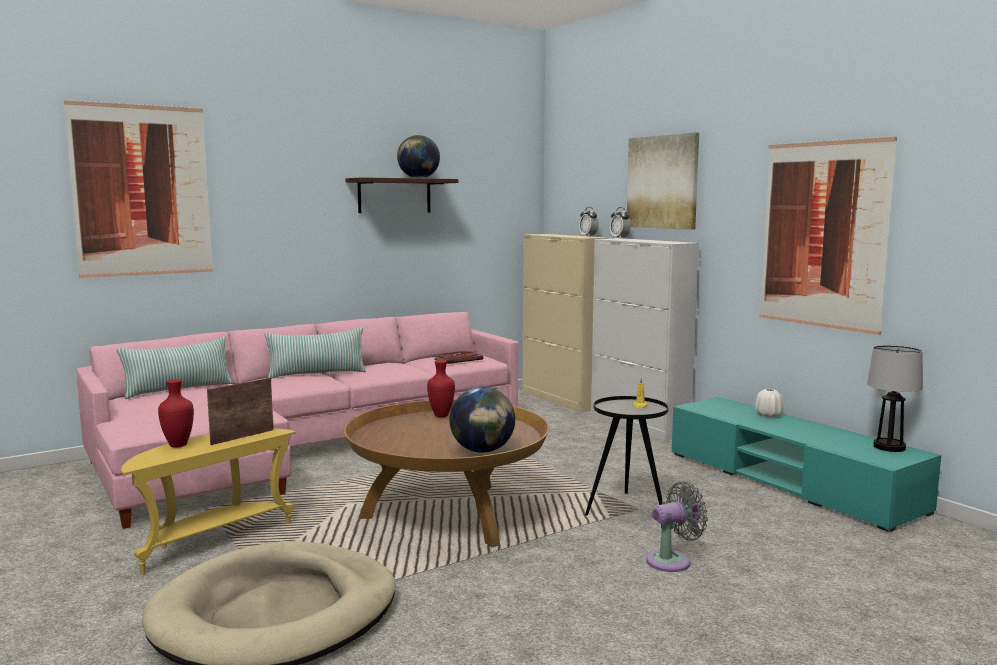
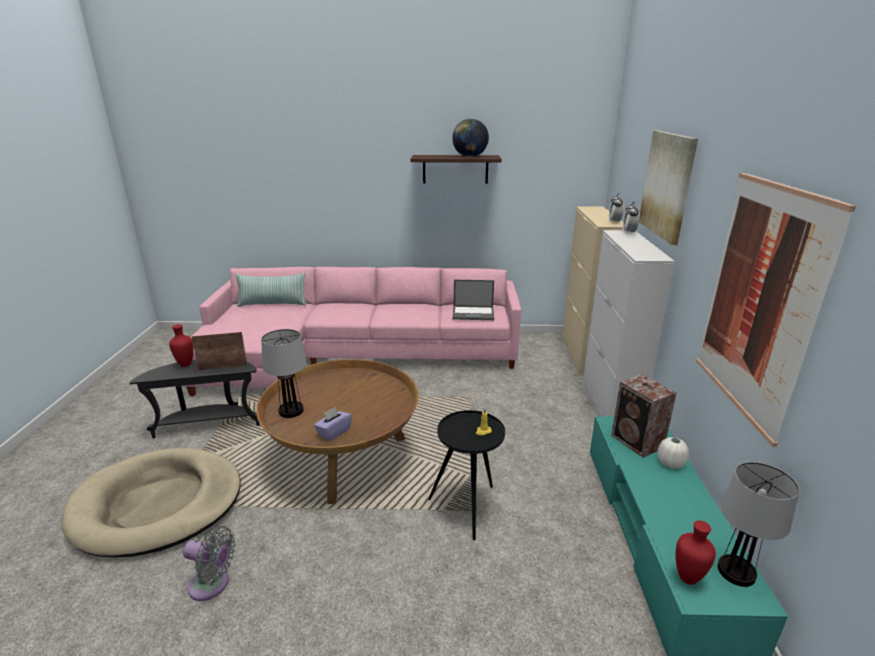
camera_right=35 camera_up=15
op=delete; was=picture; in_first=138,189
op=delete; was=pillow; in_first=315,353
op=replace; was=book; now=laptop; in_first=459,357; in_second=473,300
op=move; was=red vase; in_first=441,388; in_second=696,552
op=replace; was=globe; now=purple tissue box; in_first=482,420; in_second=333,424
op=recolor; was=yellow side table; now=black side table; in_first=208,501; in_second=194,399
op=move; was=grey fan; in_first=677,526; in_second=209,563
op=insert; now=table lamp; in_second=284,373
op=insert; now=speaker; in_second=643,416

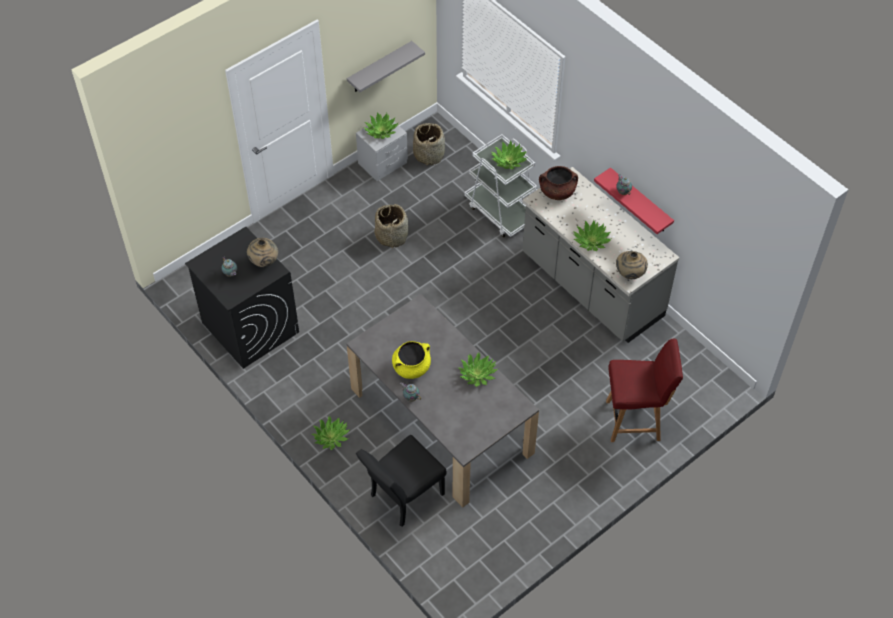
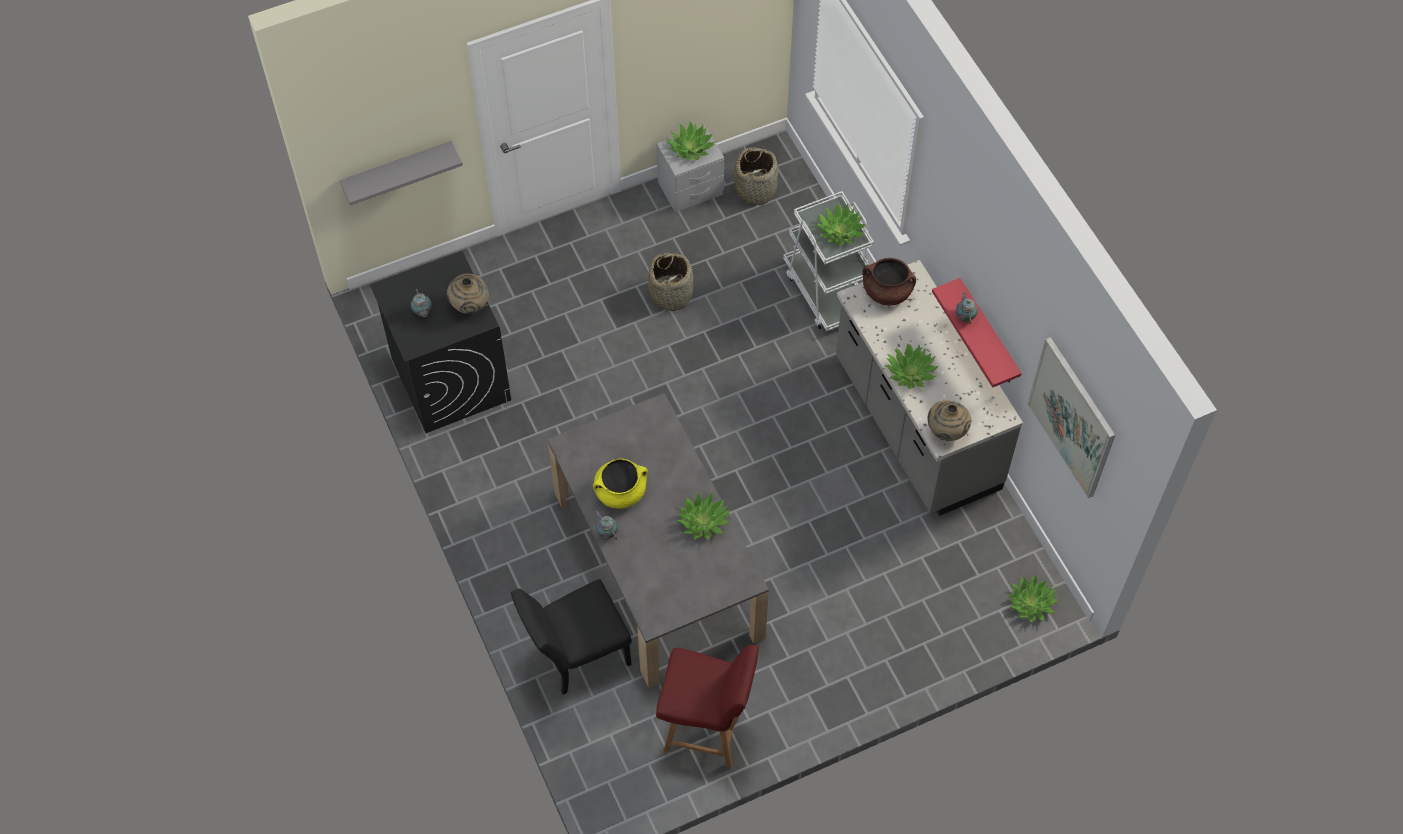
camera_right=15 camera_up=5
op=move; was=grey shelf; in_first=386,66; in_second=401,173
op=move; was=red chair; in_first=644,390; in_second=707,706
op=move; was=potted plant; in_first=330,433; in_second=1033,599
op=insert; now=picture; in_second=1071,417

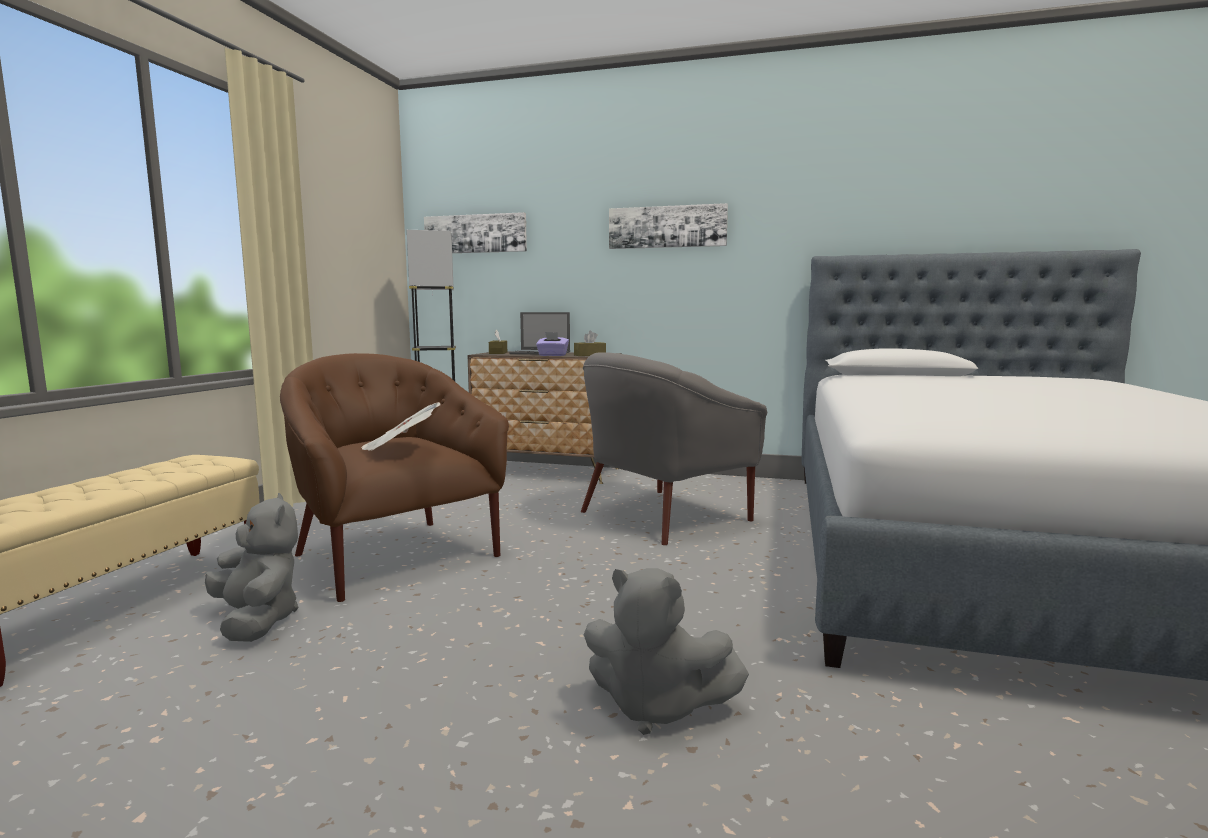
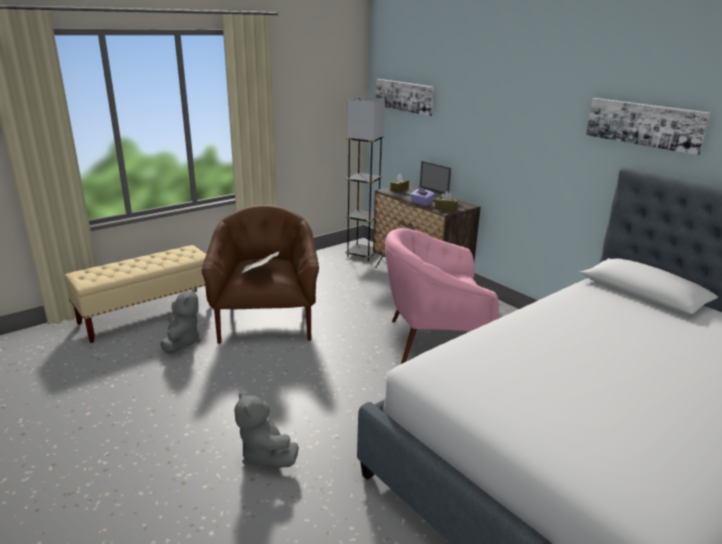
camera_right=35 camera_up=15
op=move; was=picture; in_first=668,226; in_second=648,126
op=recolor; was=grey armchair; now=pink armchair; in_first=674,448; in_second=442,296

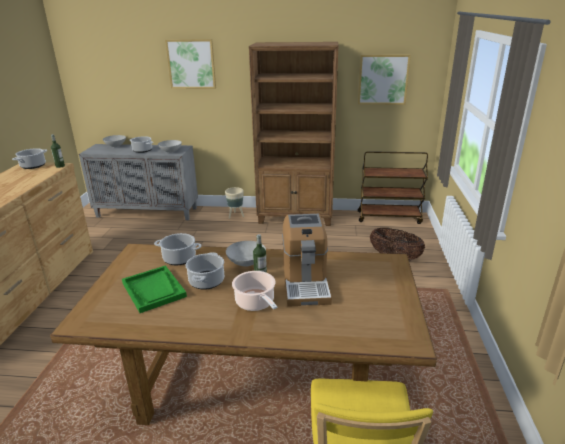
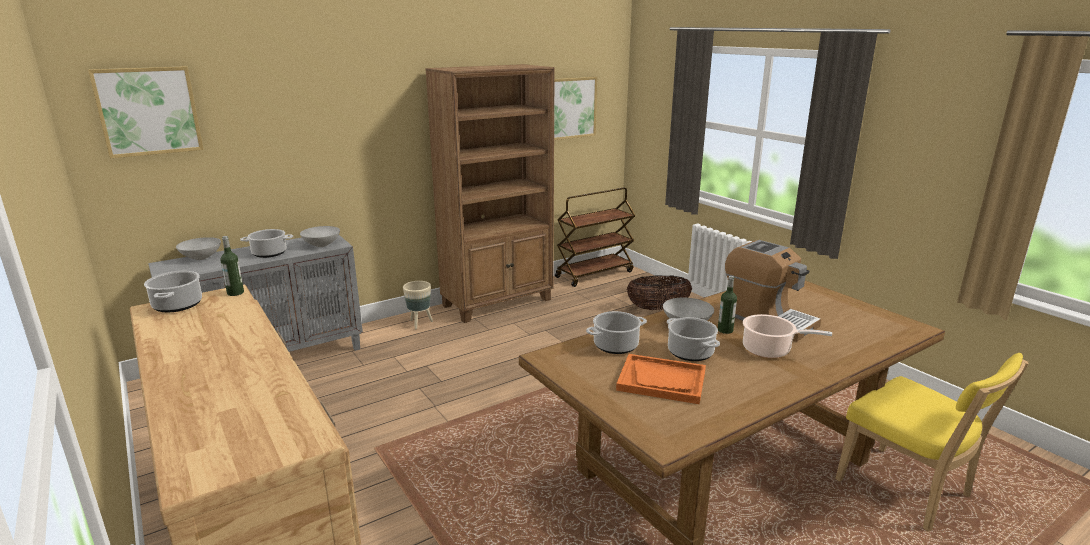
camera_right=-40 camera_up=-5
op=move; was=picture; in_first=190,64; in_second=145,112
op=recolor; was=green tray; now=orange tray; in_first=154,289; in_second=661,379

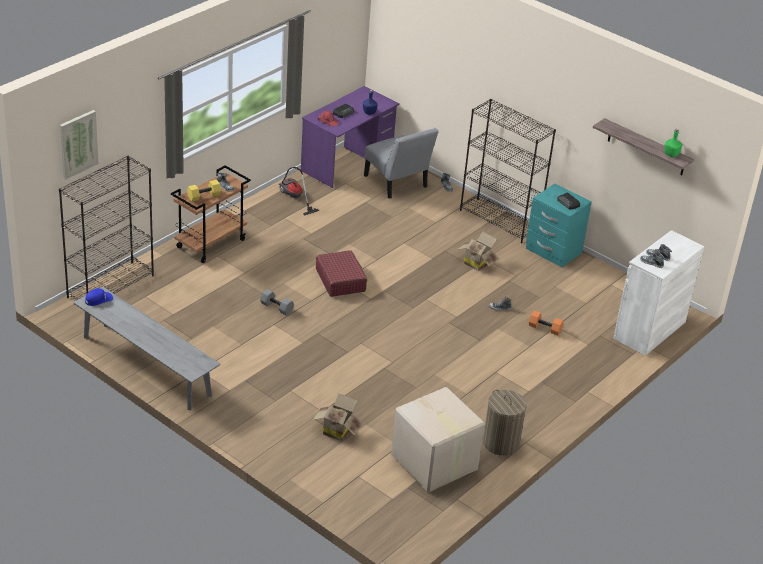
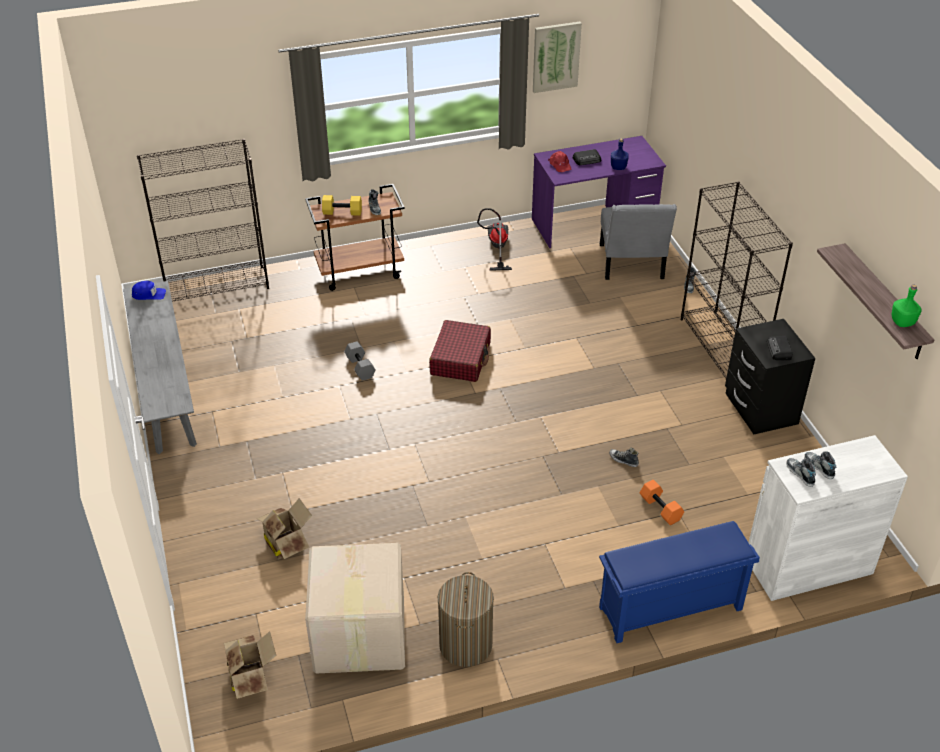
camera_right=35 camera_up=5
op=move; was=picture; in_first=79,144; in_second=557,57
op=recolor; was=turquoise nightstand; now=black nightstand; in_first=559,225; in_second=770,376
op=move; was=cardboard box; in_first=478,251; in_second=250,665
op=insert; now=blue shoe rack; in_second=679,582

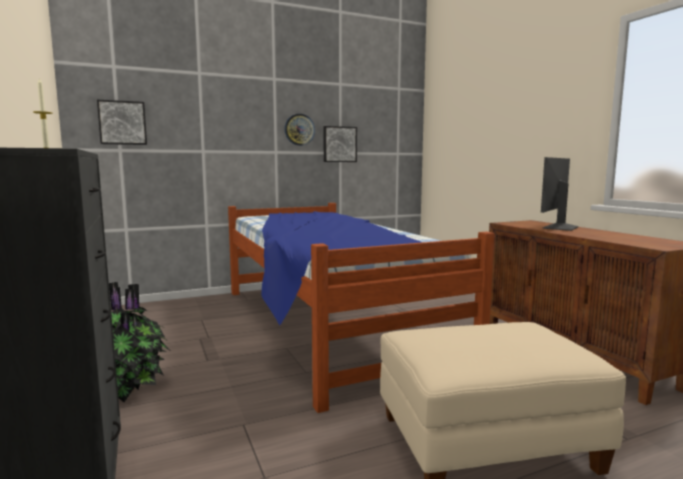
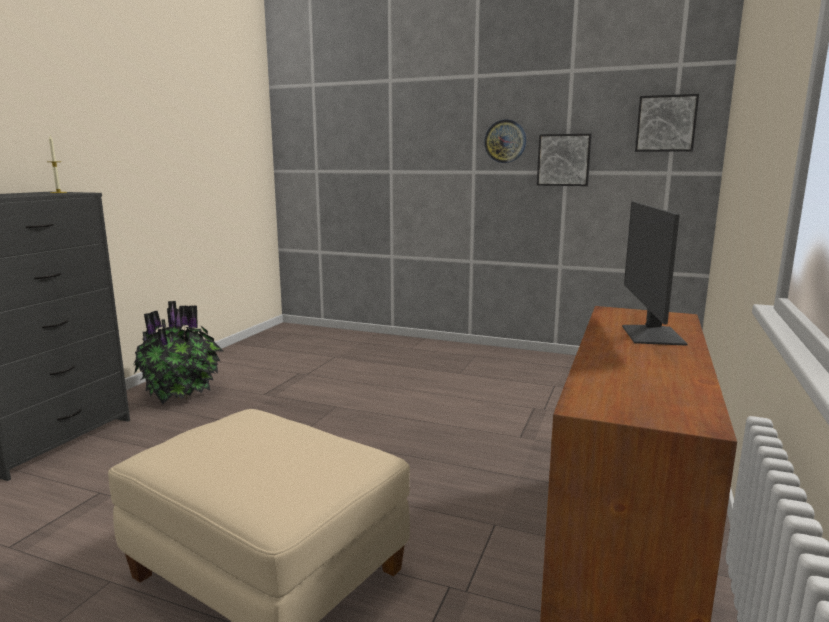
camera_right=45 camera_up=5
op=move; was=picture; in_first=122,122; in_second=667,123
op=rotate; was=monitor; in_first=560,194; in_second=654,273; clockwise=-75
op=delete; was=bed; in_first=361,308

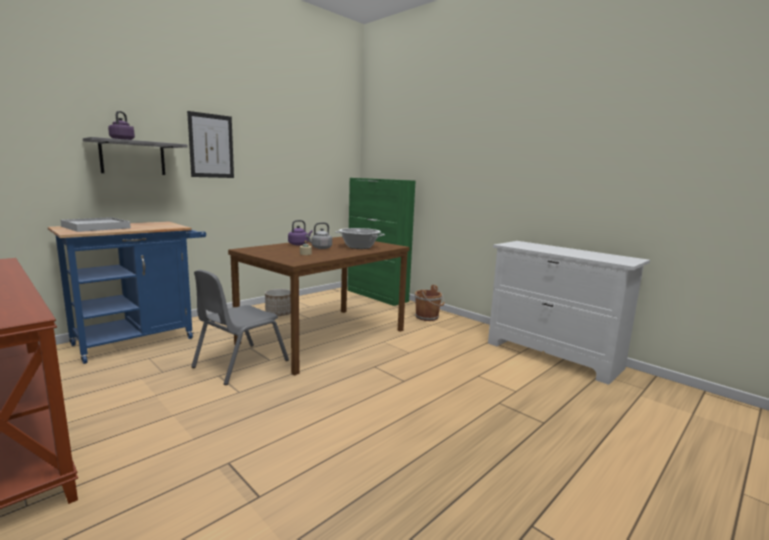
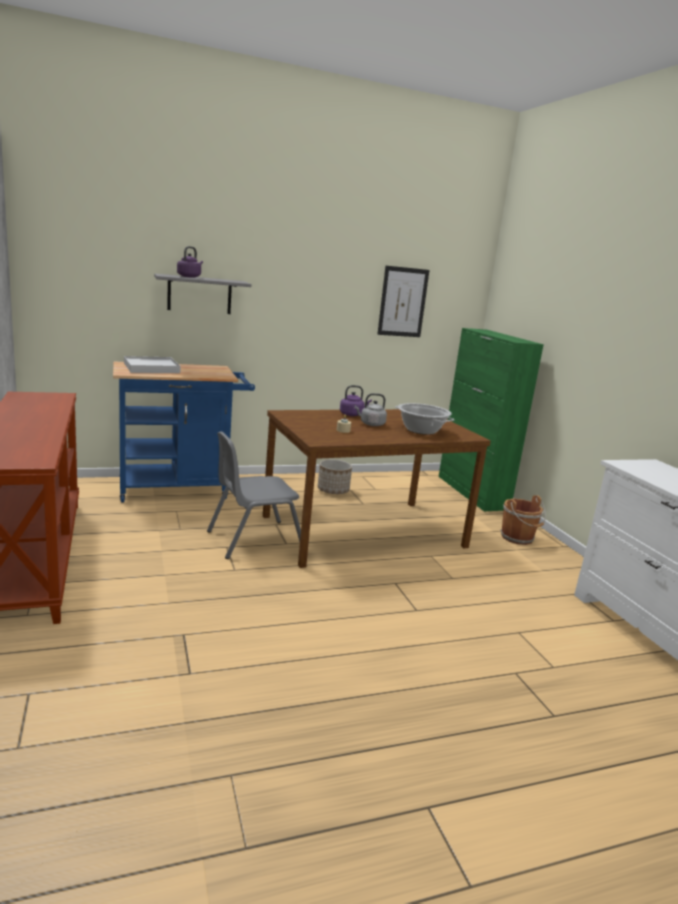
camera_right=25 camera_up=5
op=move; was=picture; in_first=210,144; in_second=403,301

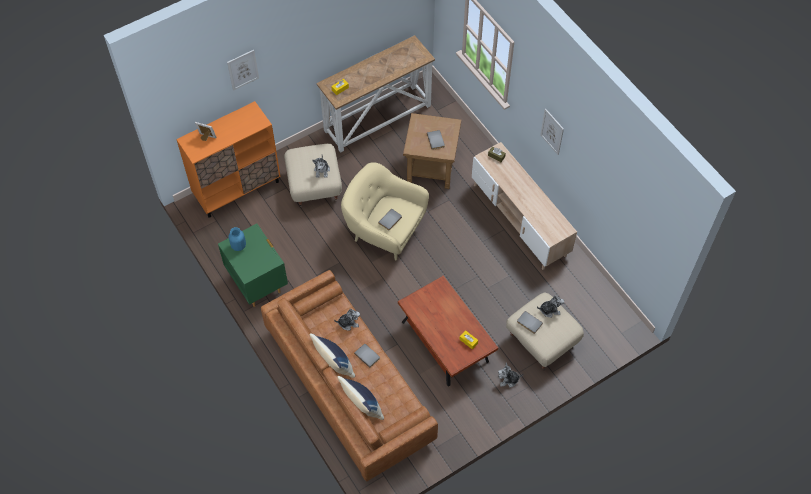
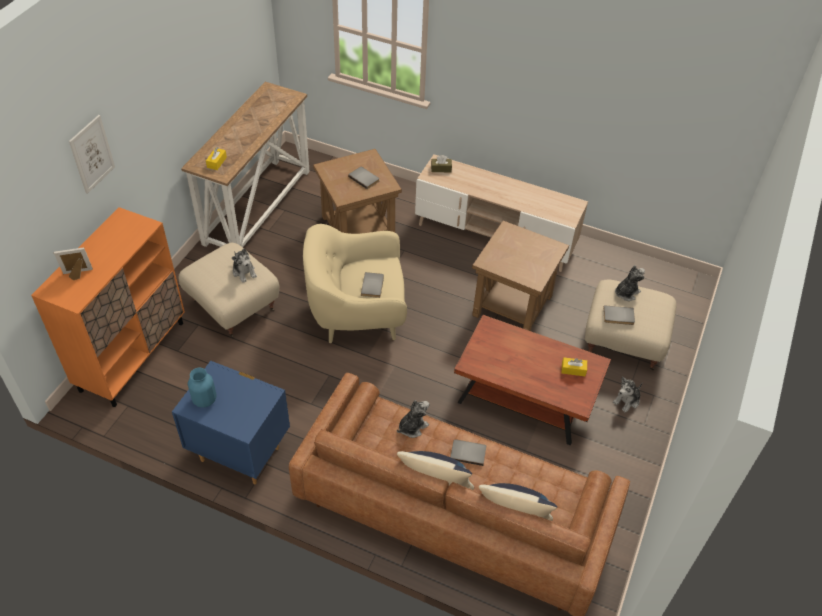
camera_right=-35 camera_up=-10
op=delete; was=picture; in_first=552,132
op=recolor; was=green nightstand; now=blue nightstand; in_first=253,265; in_second=231,422
op=insert; now=brown side table; in_second=520,276

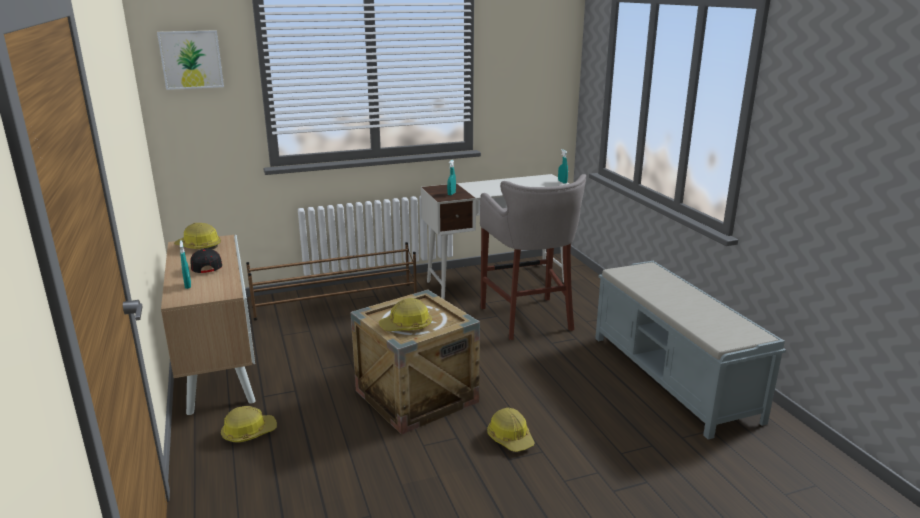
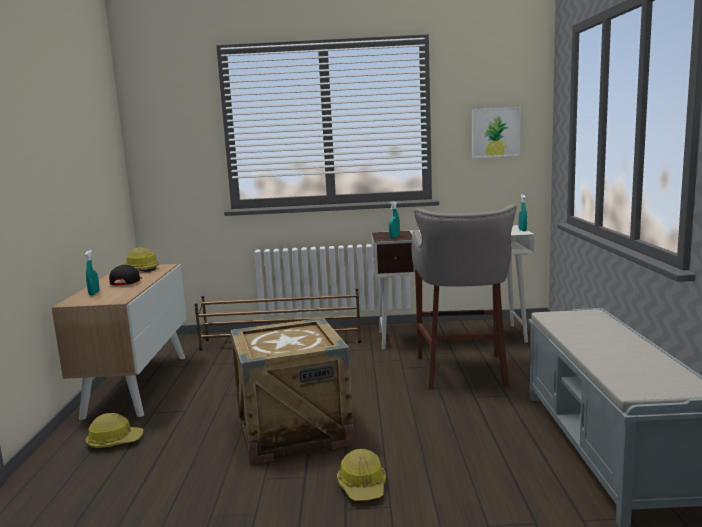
camera_right=20 camera_up=-10
op=move; was=picture; in_first=190,60; in_second=496,132
op=delete; was=hard hat; in_first=405,314

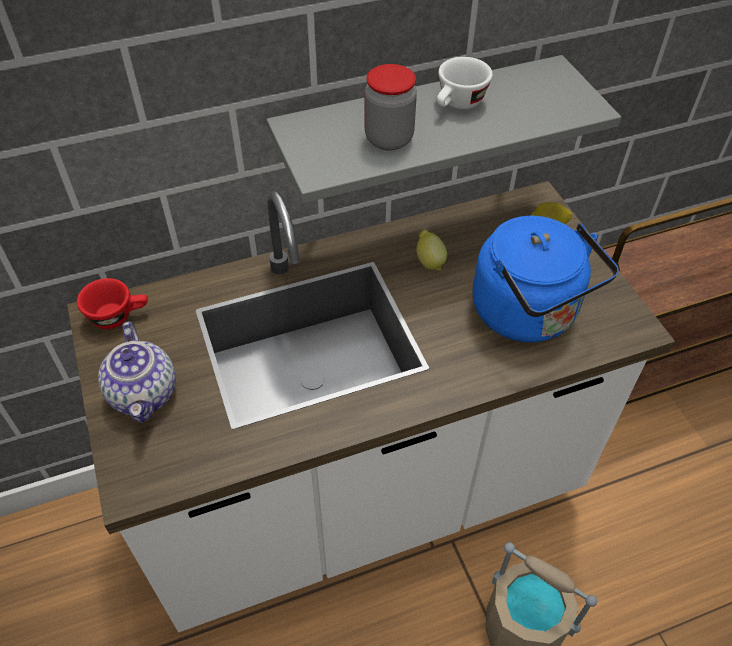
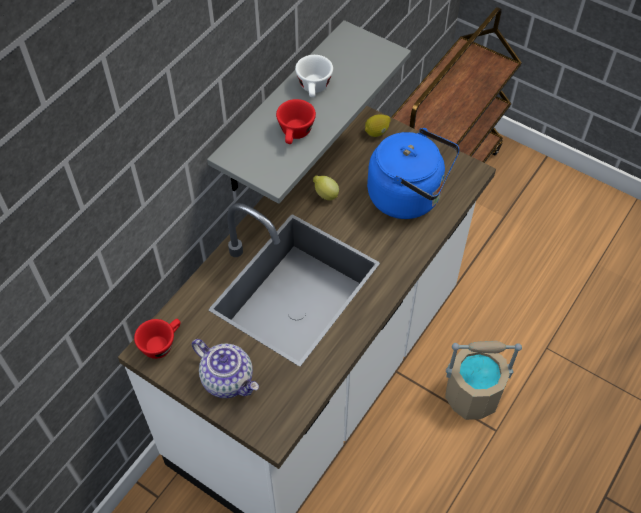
camera_right=-35 camera_up=5
op=replace; was=jar; now=red cup; in_first=390,107; in_second=296,121

